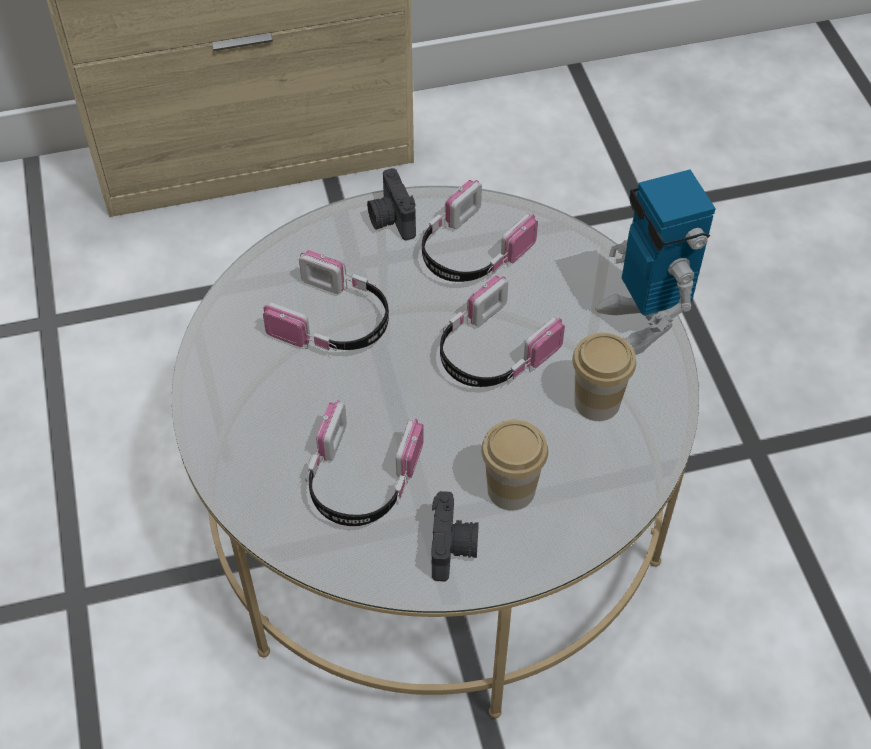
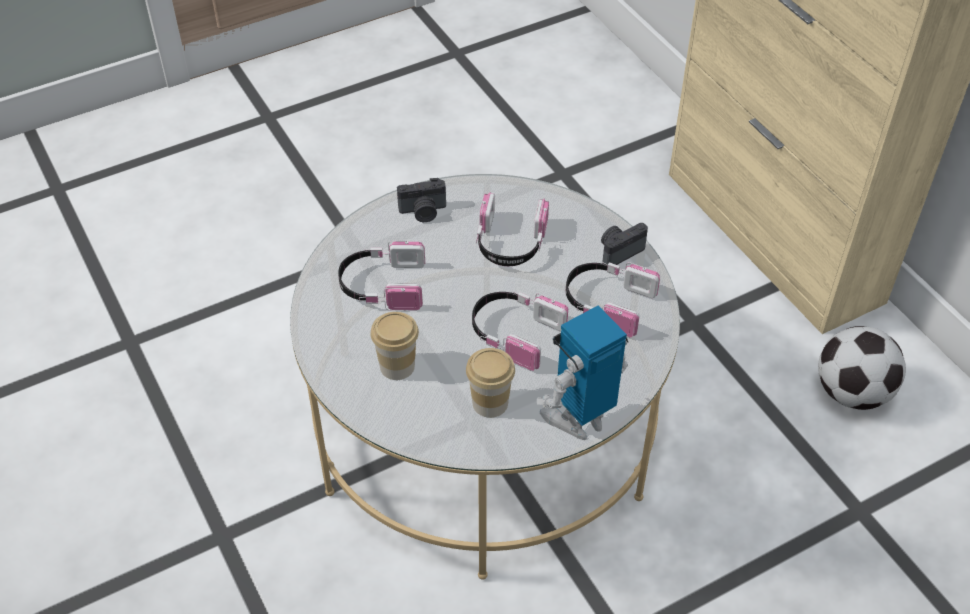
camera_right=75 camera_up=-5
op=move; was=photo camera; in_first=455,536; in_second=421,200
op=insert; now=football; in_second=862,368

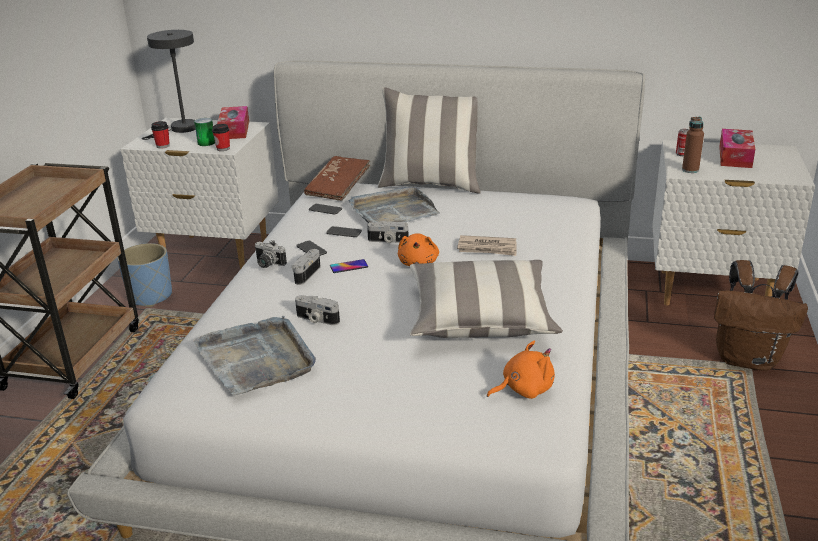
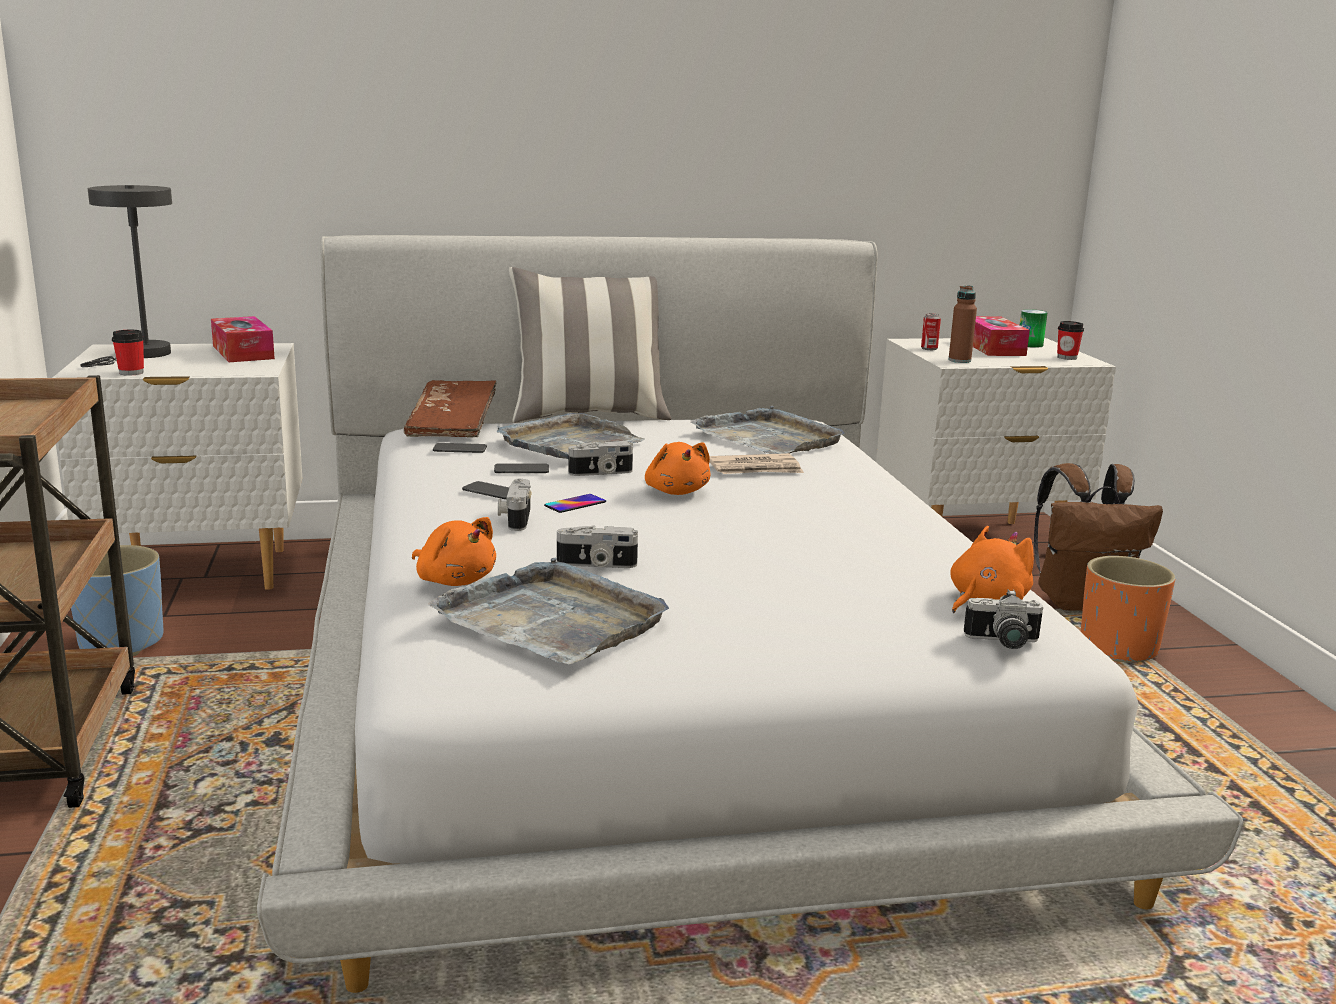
camera_right=-25 camera_up=-10
op=move; was=can; in_first=204,132; in_second=1033,328
op=move; was=cup; in_first=221,137; in_second=1070,340
op=move; was=photo camera; in_first=270,254; in_second=1003,619
op=delete; was=pillow; in_first=486,299
op=insert; now=grey tray; in_second=767,430
op=insert; now=orange plush toy; in_second=454,551
op=insert; now=orange planter; in_second=1128,609

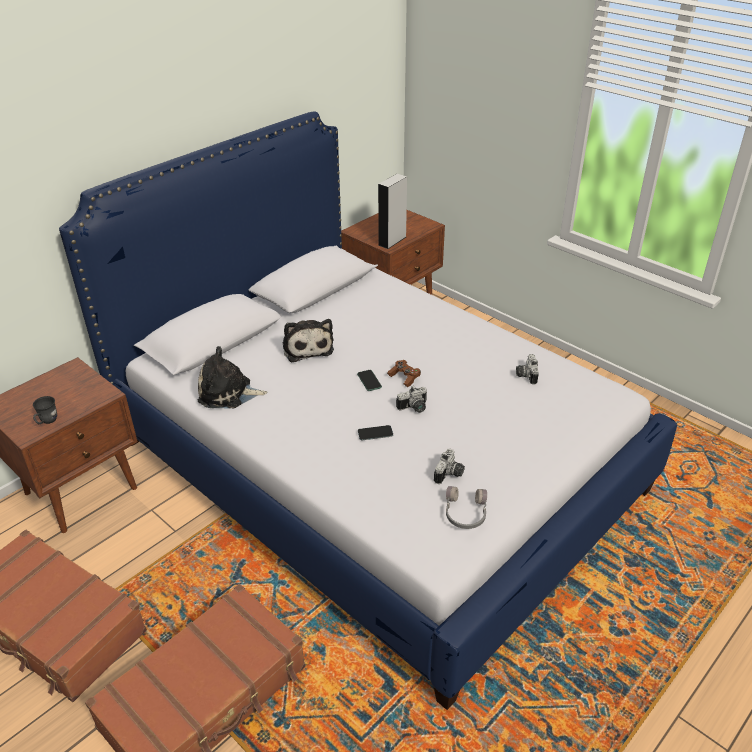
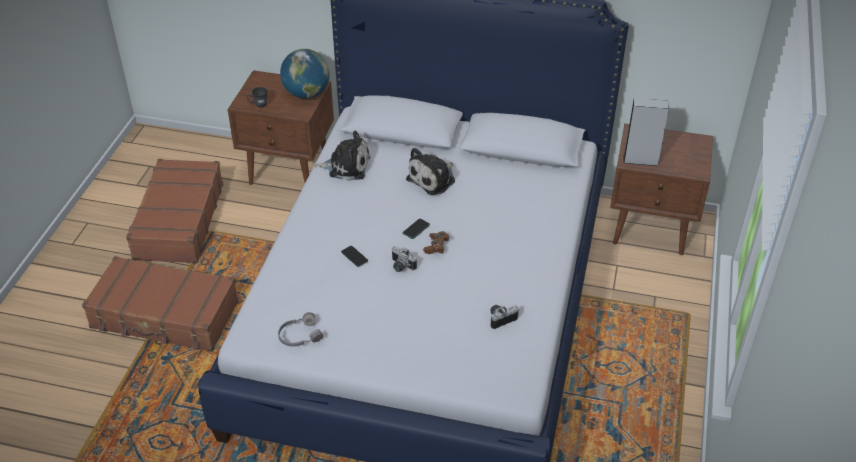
camera_right=60 camera_up=5
op=rotate; was=plush toy; in_first=233,377; in_second=342,156; clockwise=120
op=delete; was=photo camera; in_first=449,466
op=insert; now=globe; in_second=305,74

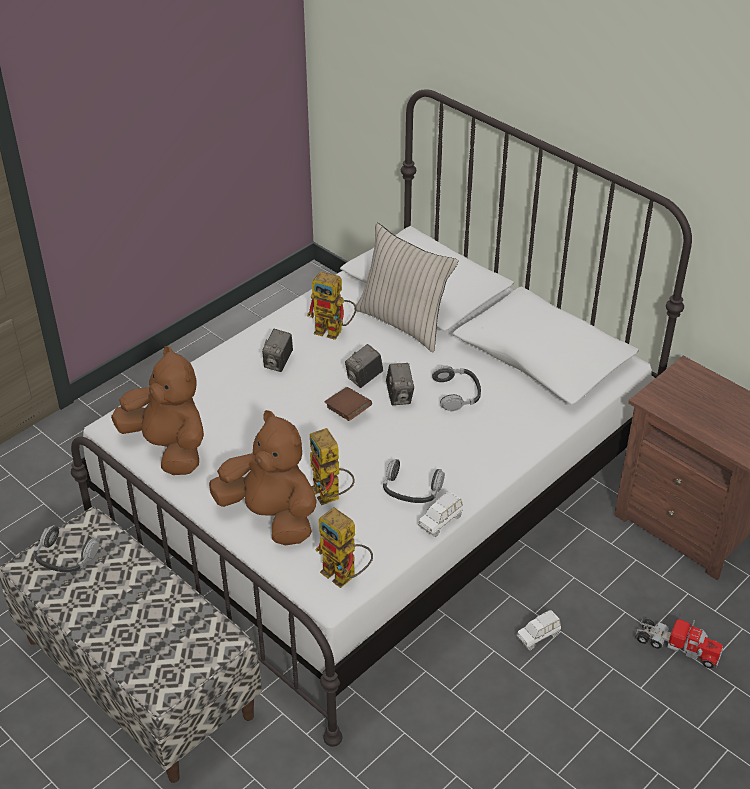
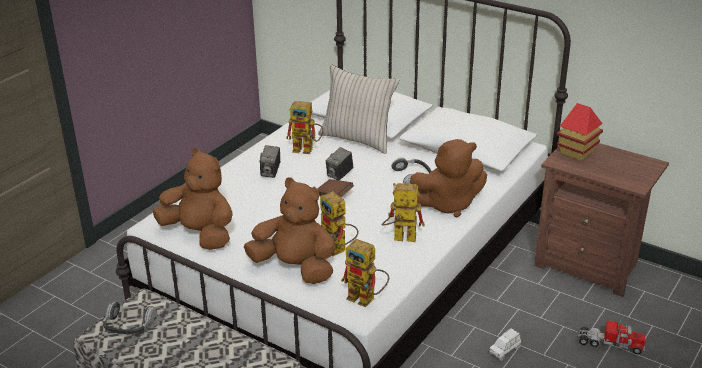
camera_right=-10 camera_up=-10
op=delete; was=photo camera; in_first=400,384
op=replace; was=headphones; now=toy robot; in_first=414,481; in_second=403,212
op=delete; was=white toy car; in_first=440,514
op=insert; now=toy house; in_second=580,132
op=insert; now=brown plush toy; in_second=448,178

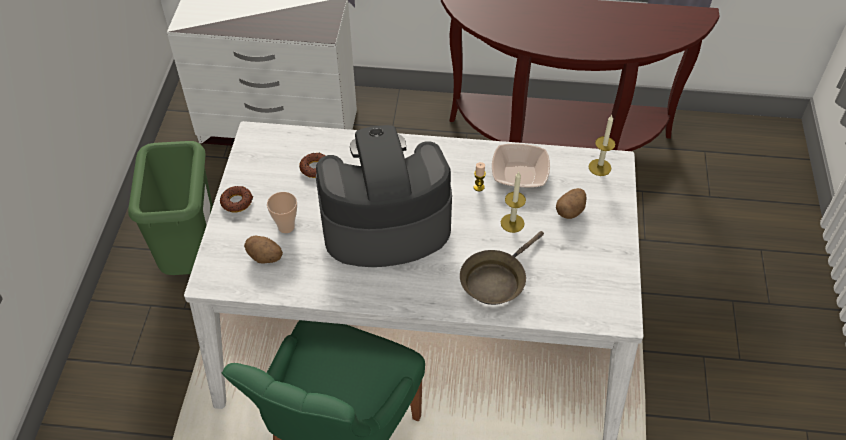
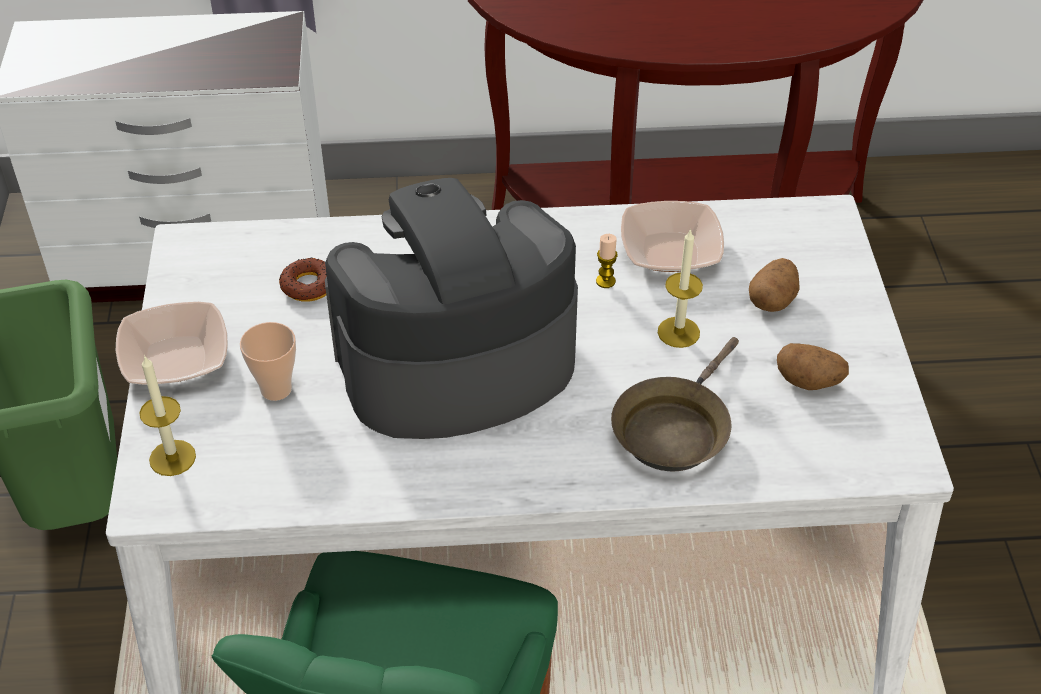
camera_right=-10 camera_up=-5
op=move; was=candle; in_first=602,145; in_second=167,415
op=replace; was=donut; now=bowl; in_first=236,199; in_second=172,343
op=move; was=potato; in_first=263,249; in_second=813,366

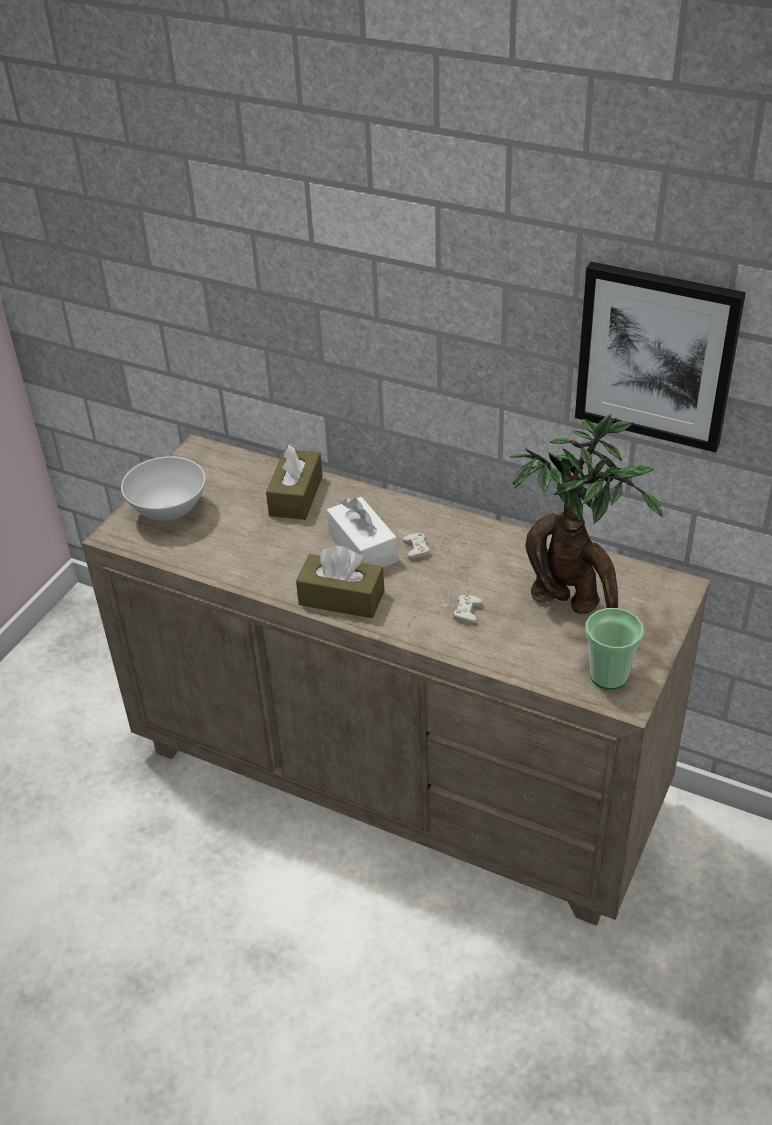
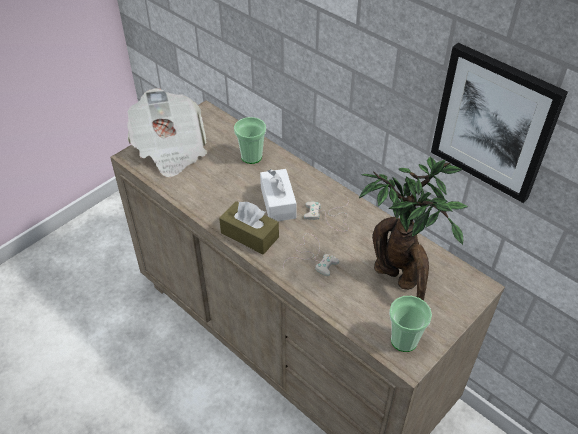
camera_right=15 camera_up=5
op=replace; was=brown tissue box; now=cup; in_first=294,482; in_second=250,140
op=replace; was=white bowl; now=newspaper; in_first=163,488; in_second=167,133

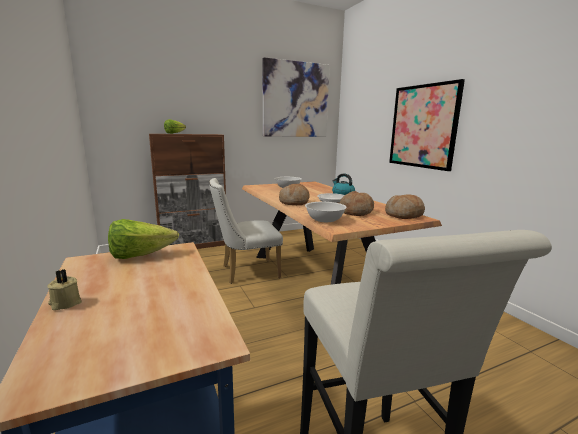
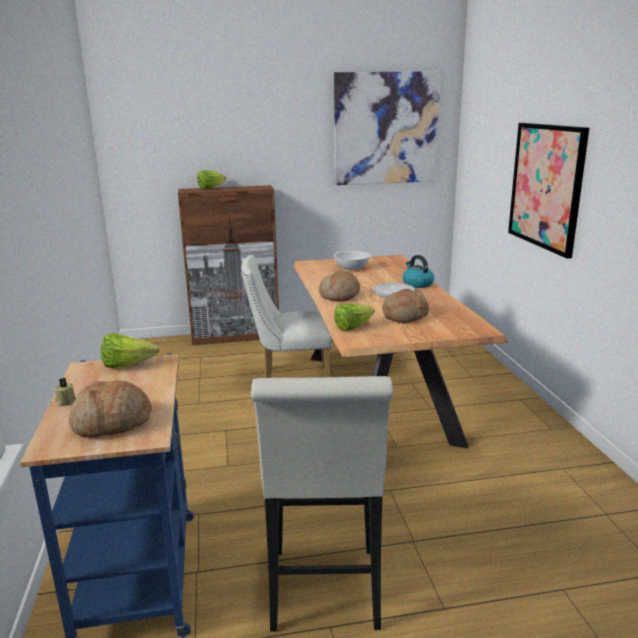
camera_right=15 camera_up=5
op=move; was=bread; in_first=405,206; in_second=110,408
op=replace; was=white bowl; now=lettuce; in_first=326,212; in_second=354,317

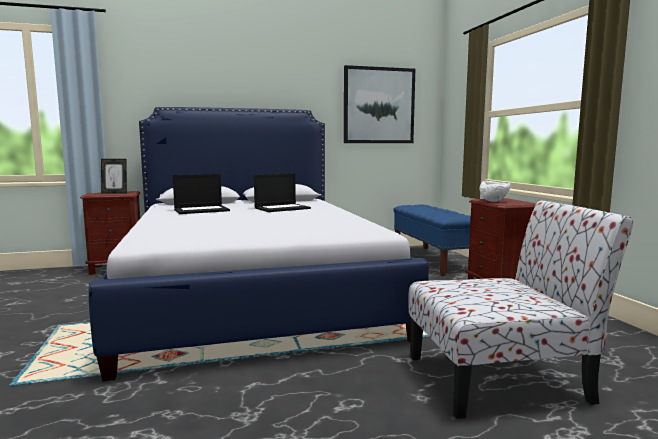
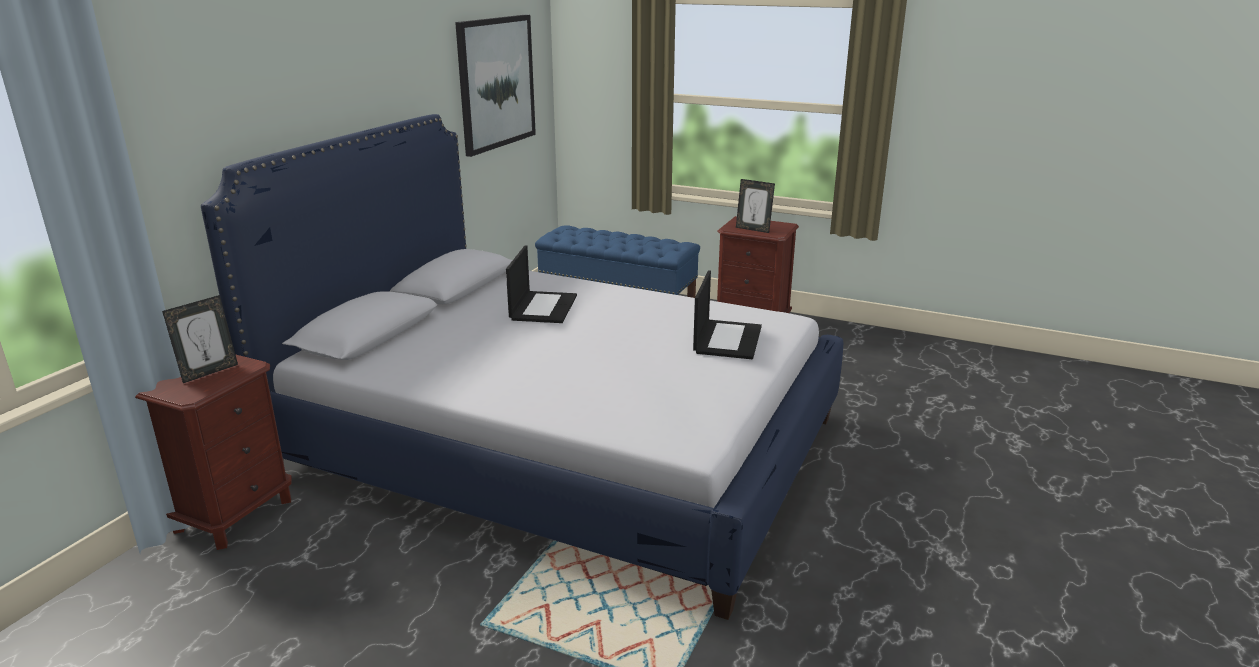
camera_right=-50 camera_up=15
op=move; was=laptop; in_first=201,194; in_second=727,314
op=replace; was=white bowl; now=picture frame; in_first=495,191; in_second=755,206
op=delete; was=chair; in_first=520,309

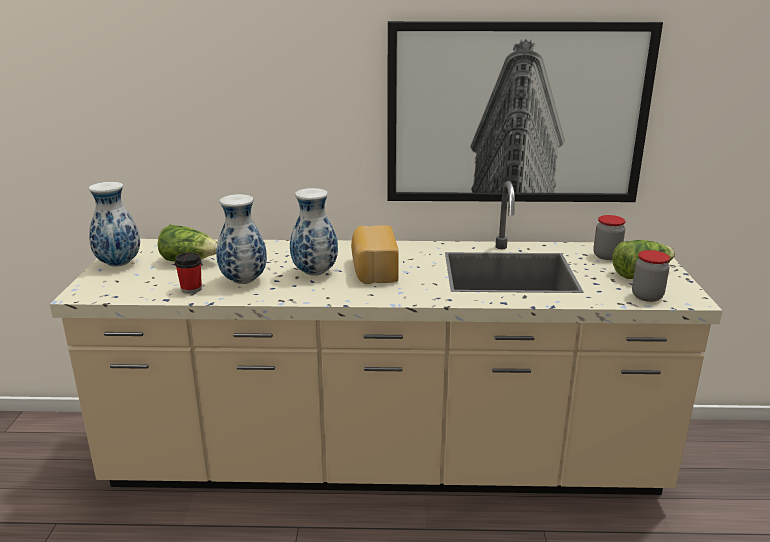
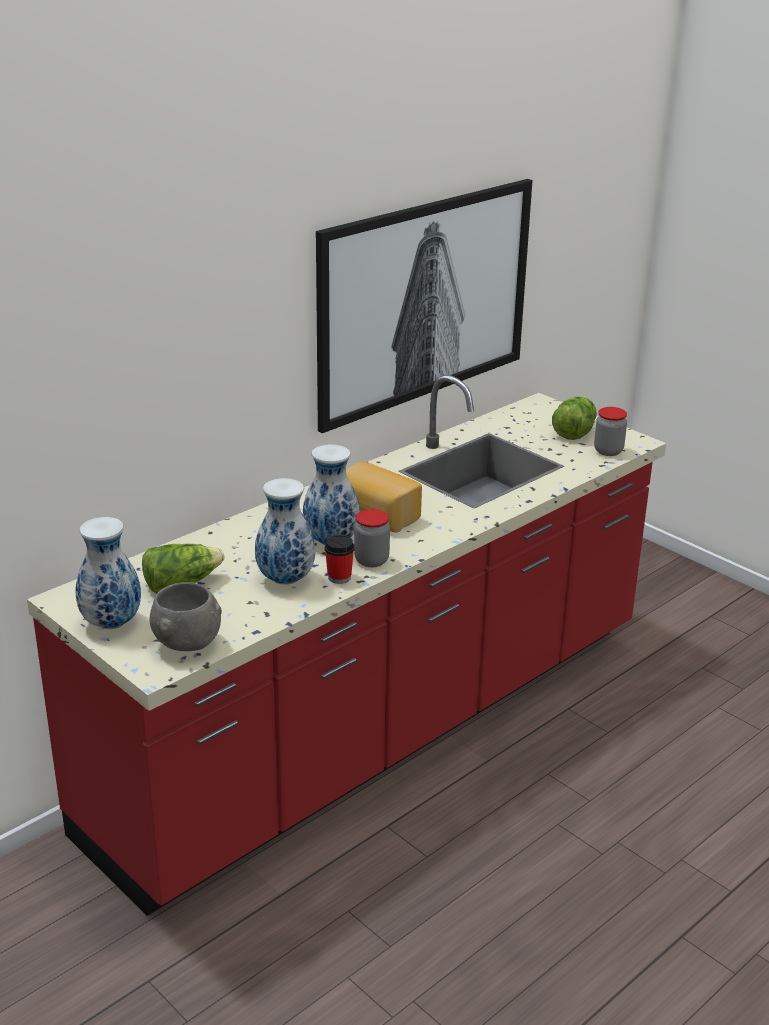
camera_right=-45 camera_up=5
op=recolor; was=beige counter; now=red counter; in_first=386,338; in_second=346,645
op=move; was=jar; in_first=609,237; in_second=372,538
op=move; was=cup; in_first=188,273; in_second=339,559
op=insert; now=grey bowl; in_second=186,616

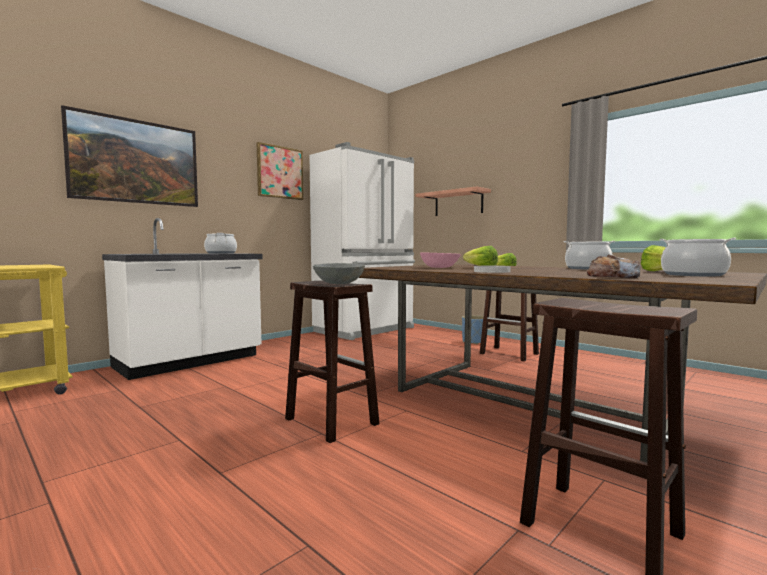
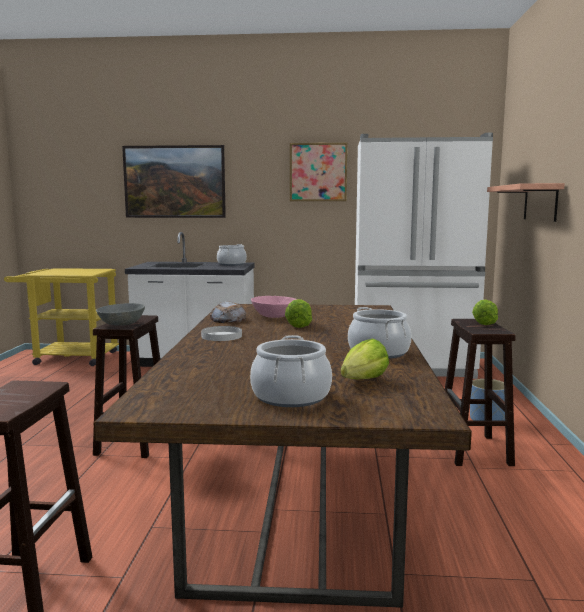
camera_right=50 camera_up=5
op=move; was=bread; in_first=614,266; in_second=228,312

